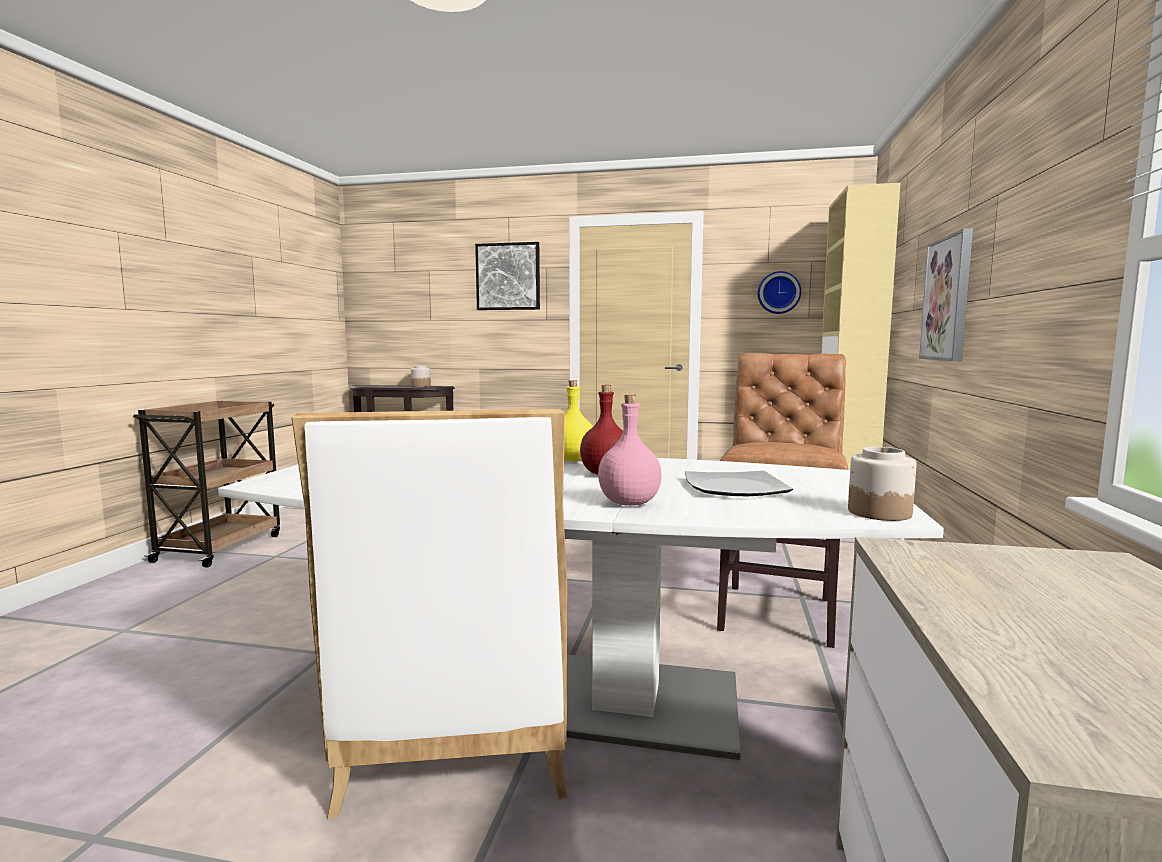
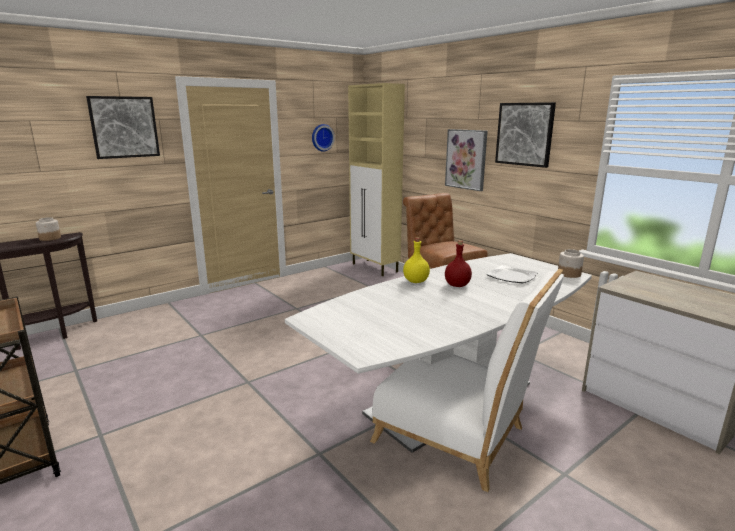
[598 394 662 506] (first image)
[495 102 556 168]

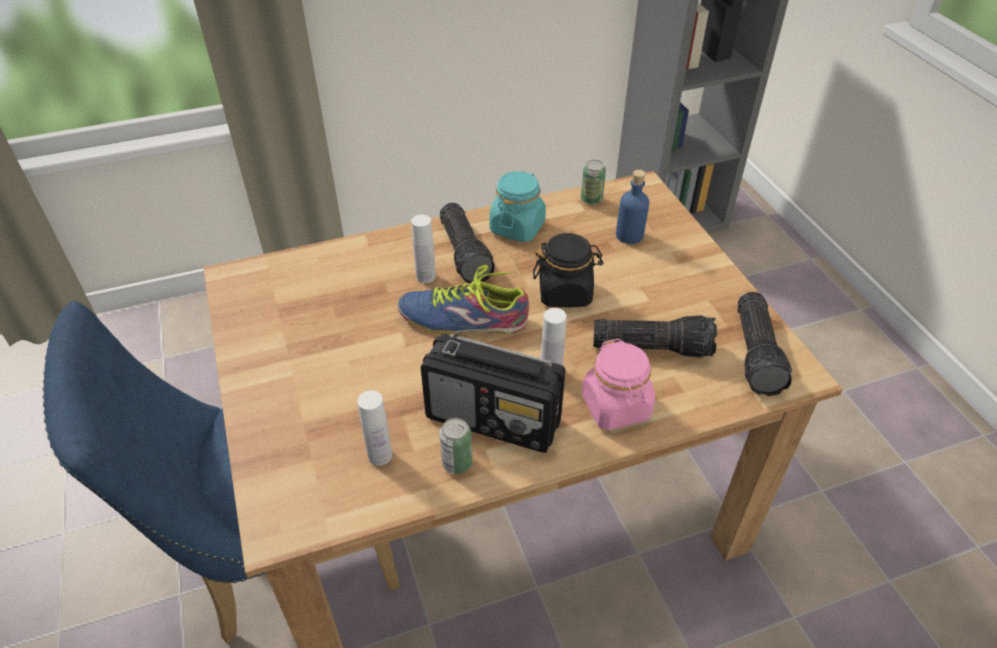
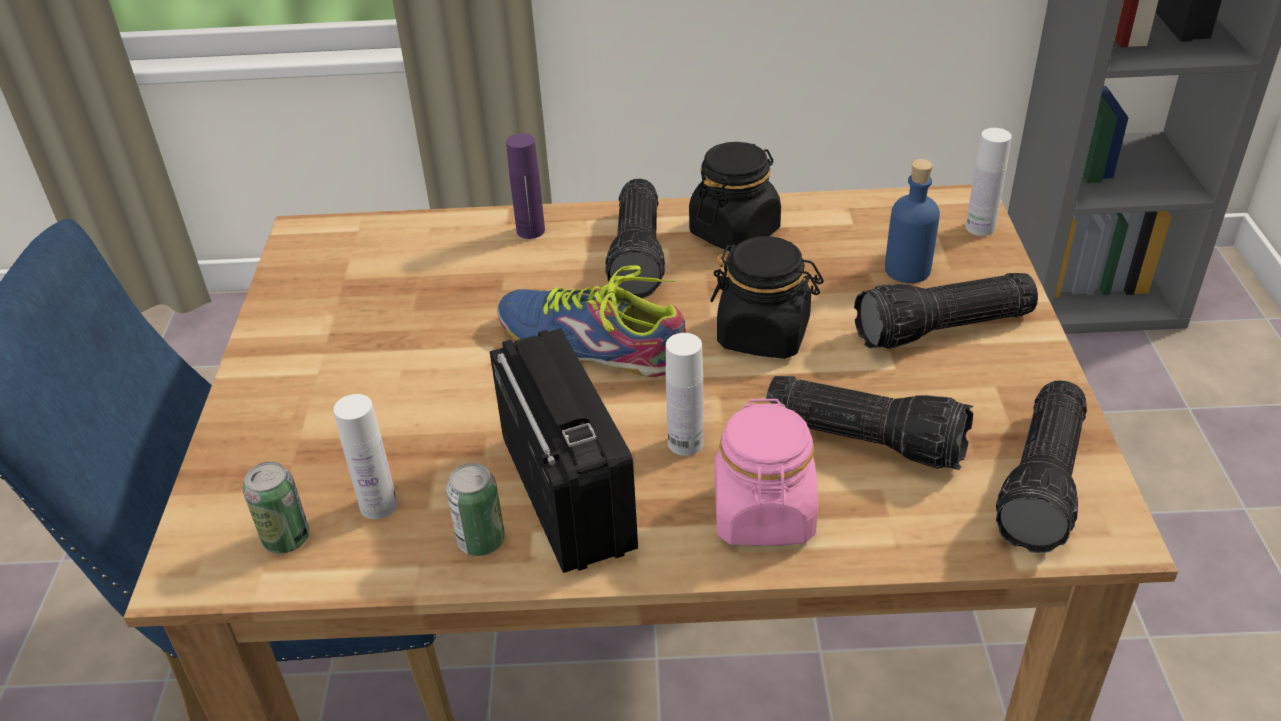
[506 133 545 239]
[854 273 1038 349]
[965 128 1012 236]
[243 462 310 554]
[689 142 781 251]
[490 328 638 573]

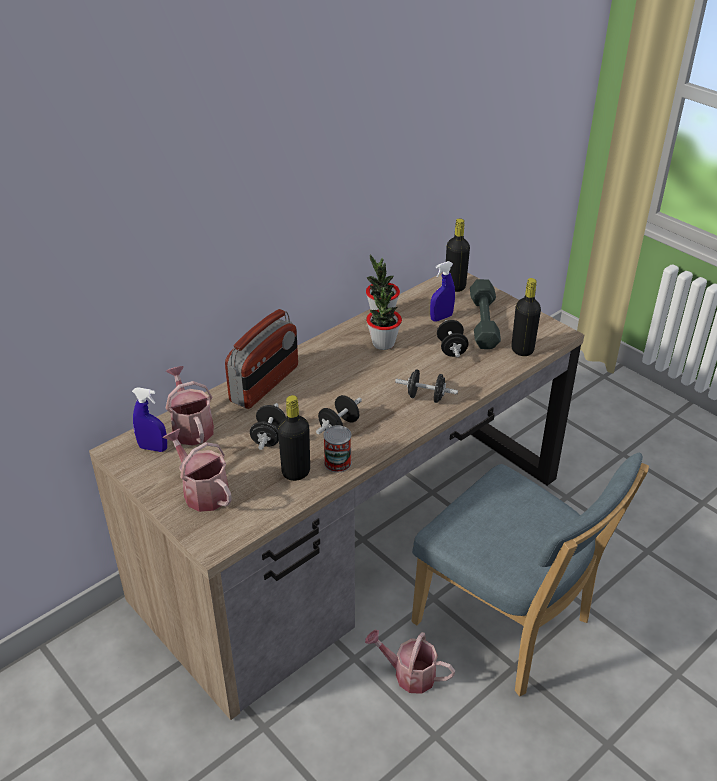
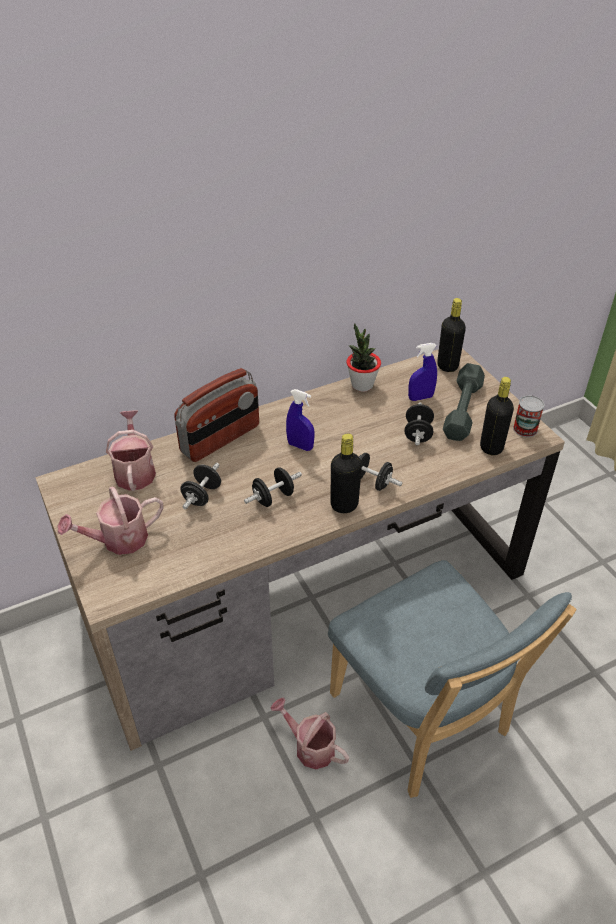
[366 287 402 350] (first image)
[286 389 315 451]
[331 434 362 513]
[513 396 545 437]
[58 487 164 555]

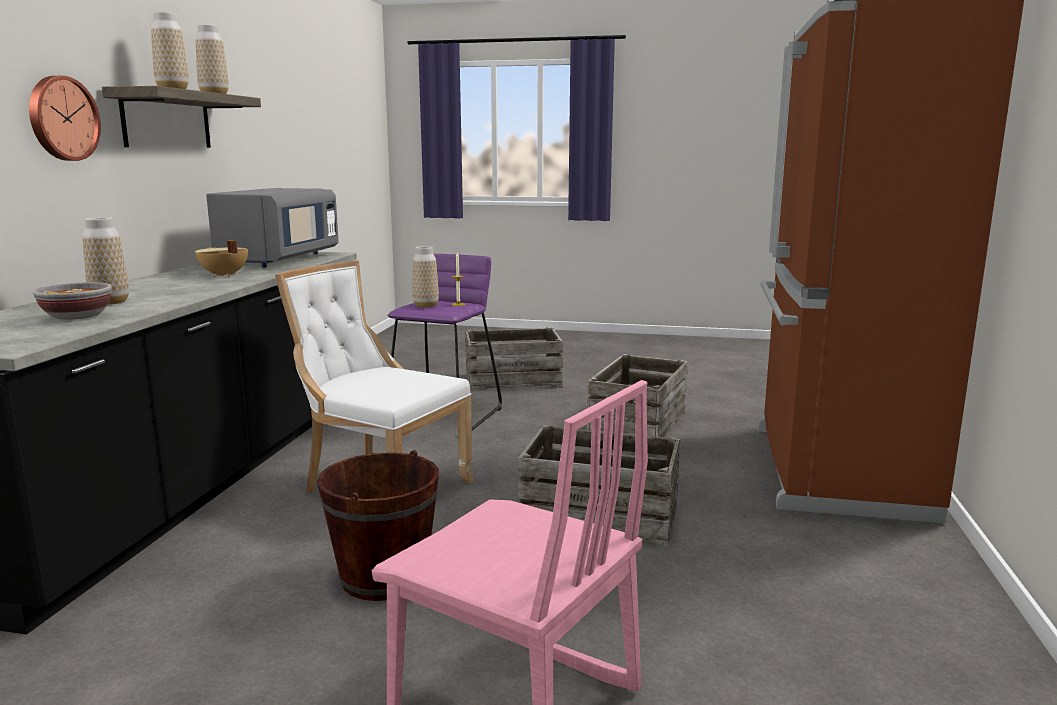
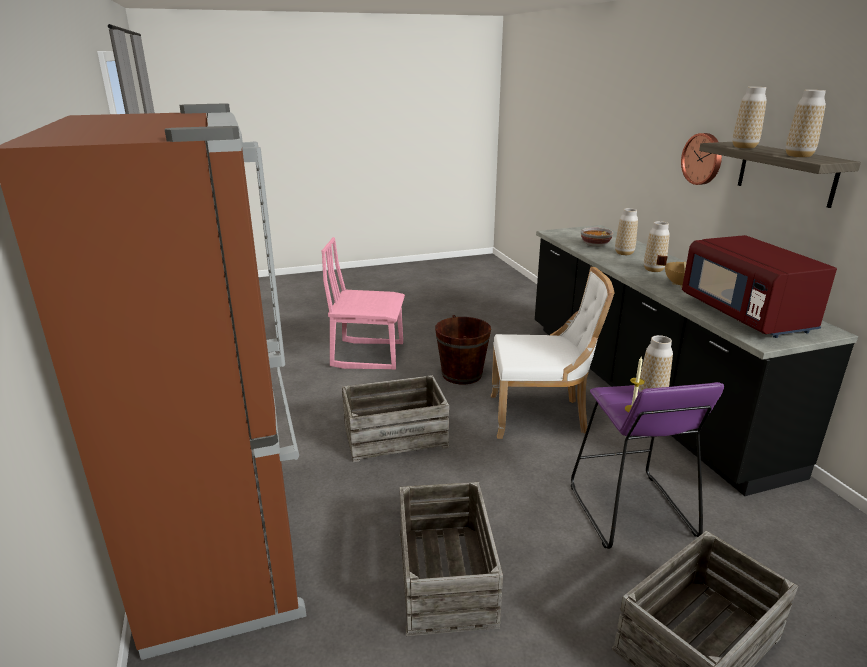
[644 221 670 272]
[682 235 837 338]

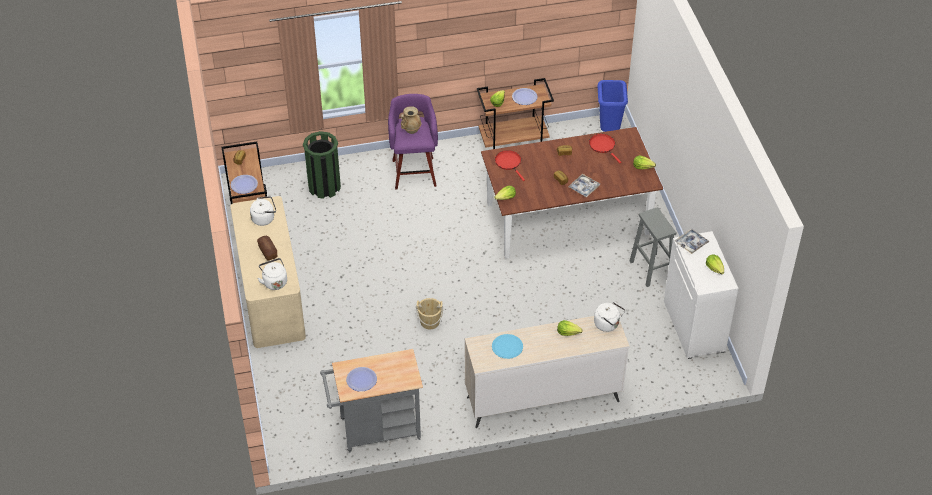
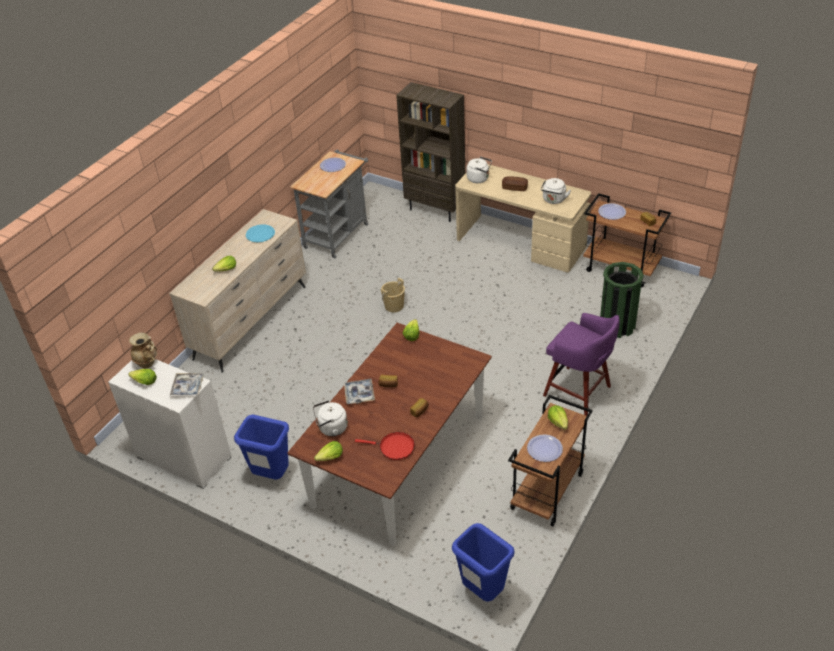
[495 150 525 181] (first image)
[396 82 465 222]
[129 332 157 368]
[313 400 348 436]
[234 415 289 480]

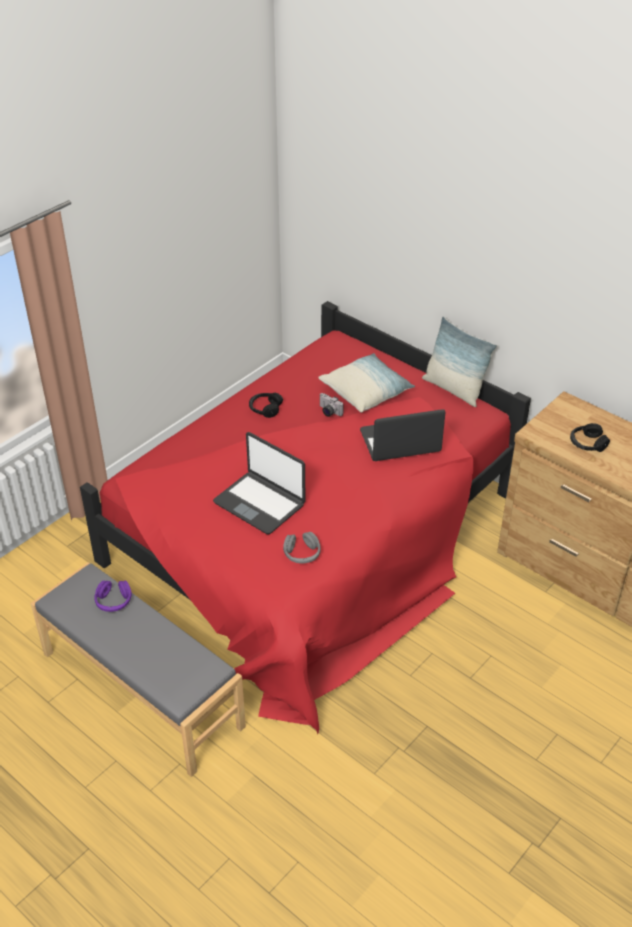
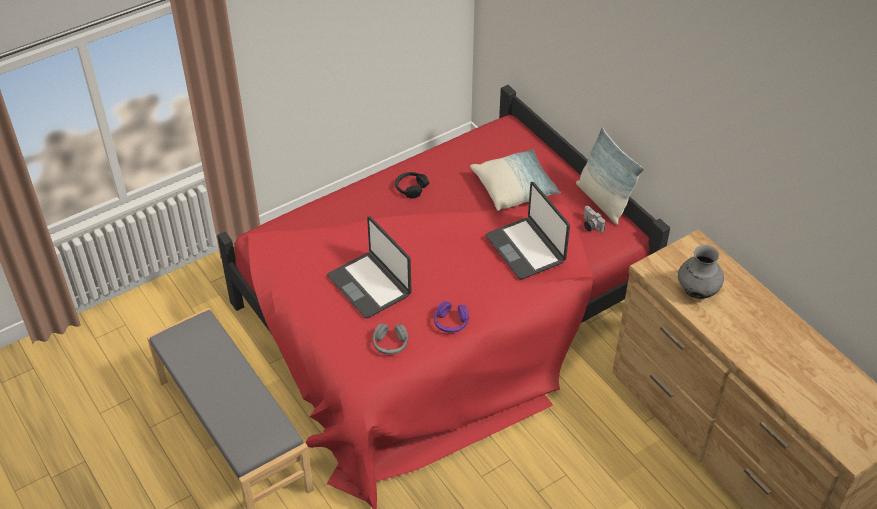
[434 301 469 333]
[583 206 606 233]
[678 245 724 299]
[486 182 570 280]

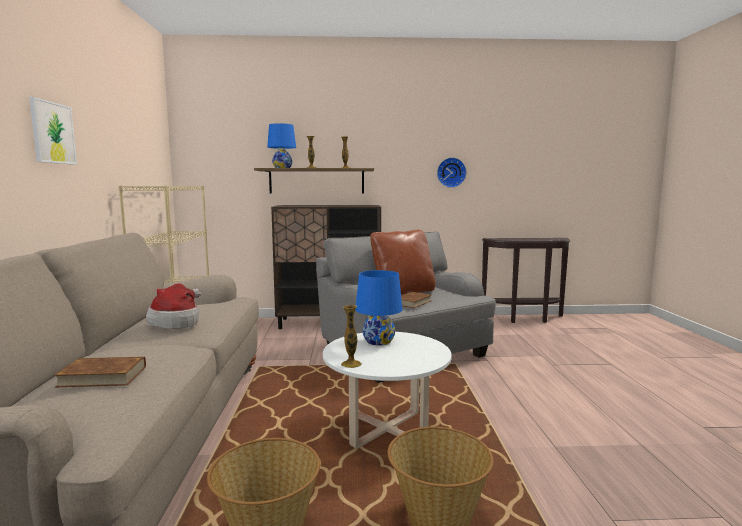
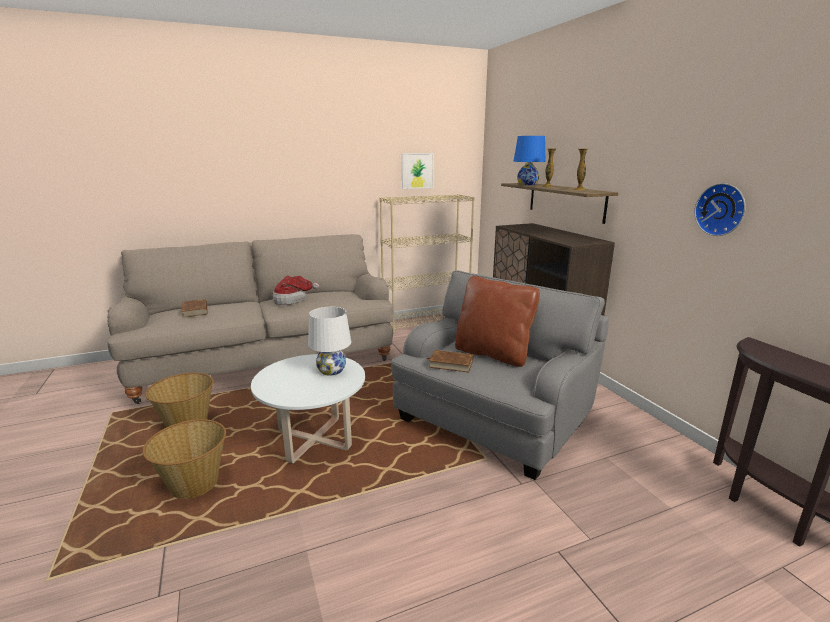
[341 305 362 368] (first image)
[402 153 434 189]
[308 307 351 376]

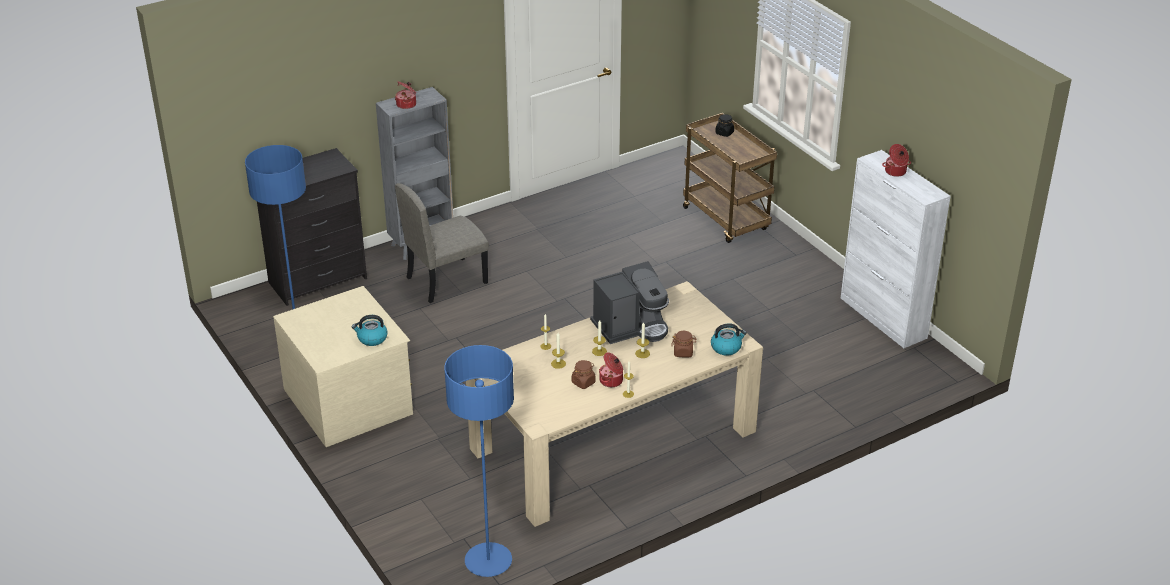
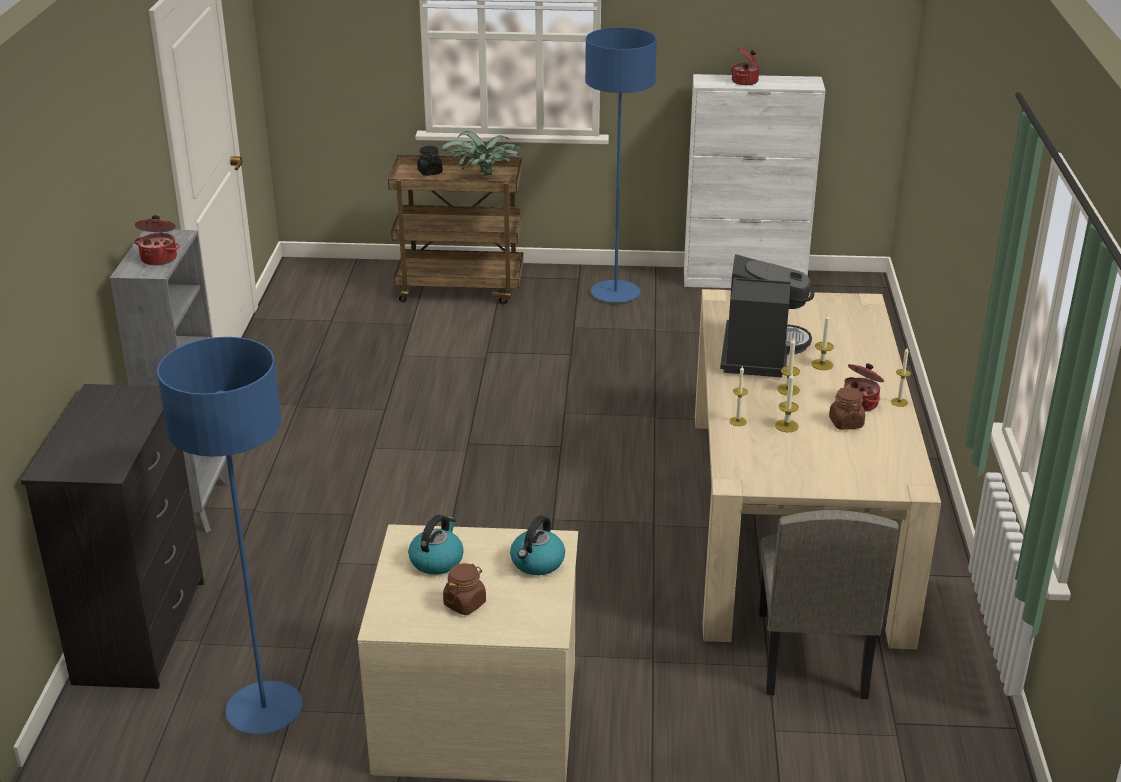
[441 131 521 178]
[759 510 899 699]
[585 27 657 303]
[443 563 486 615]
[408 515 464 575]

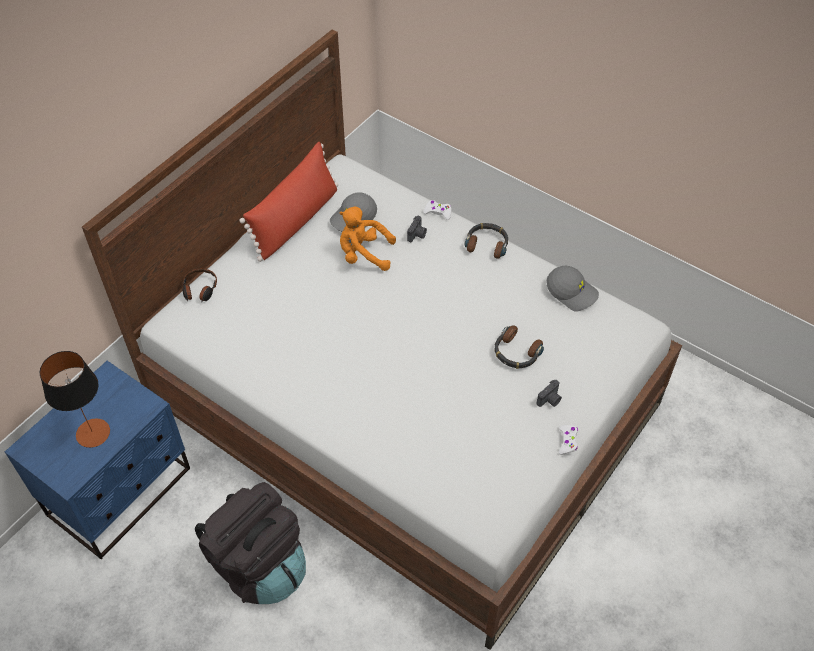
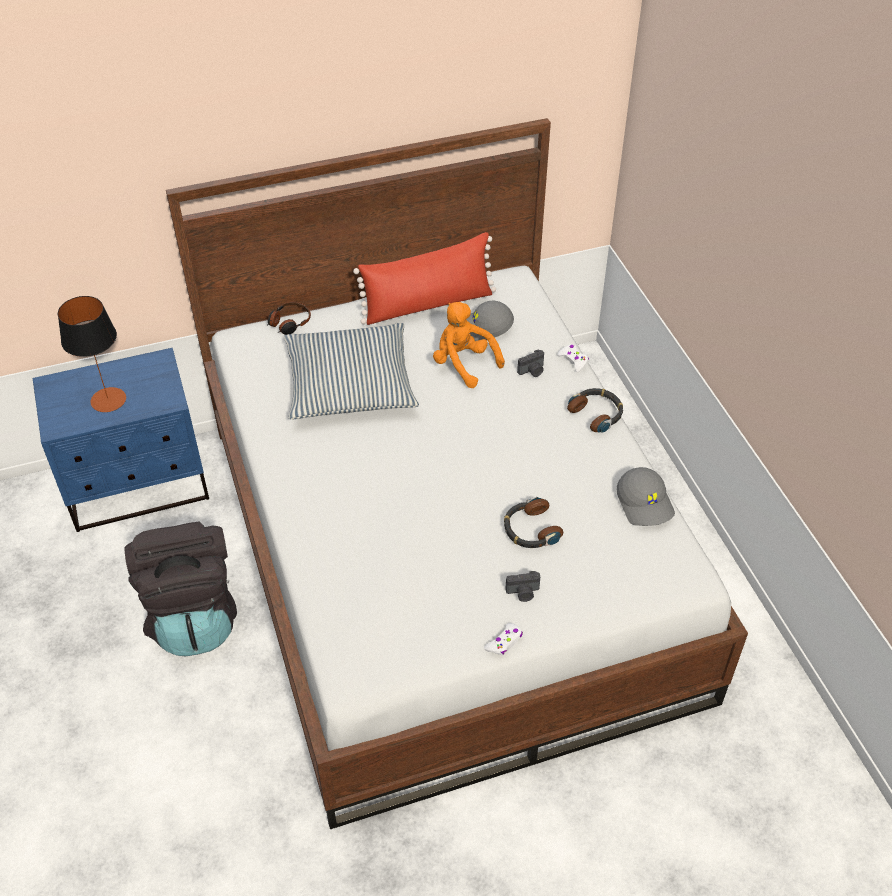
[284 323 419 419]

